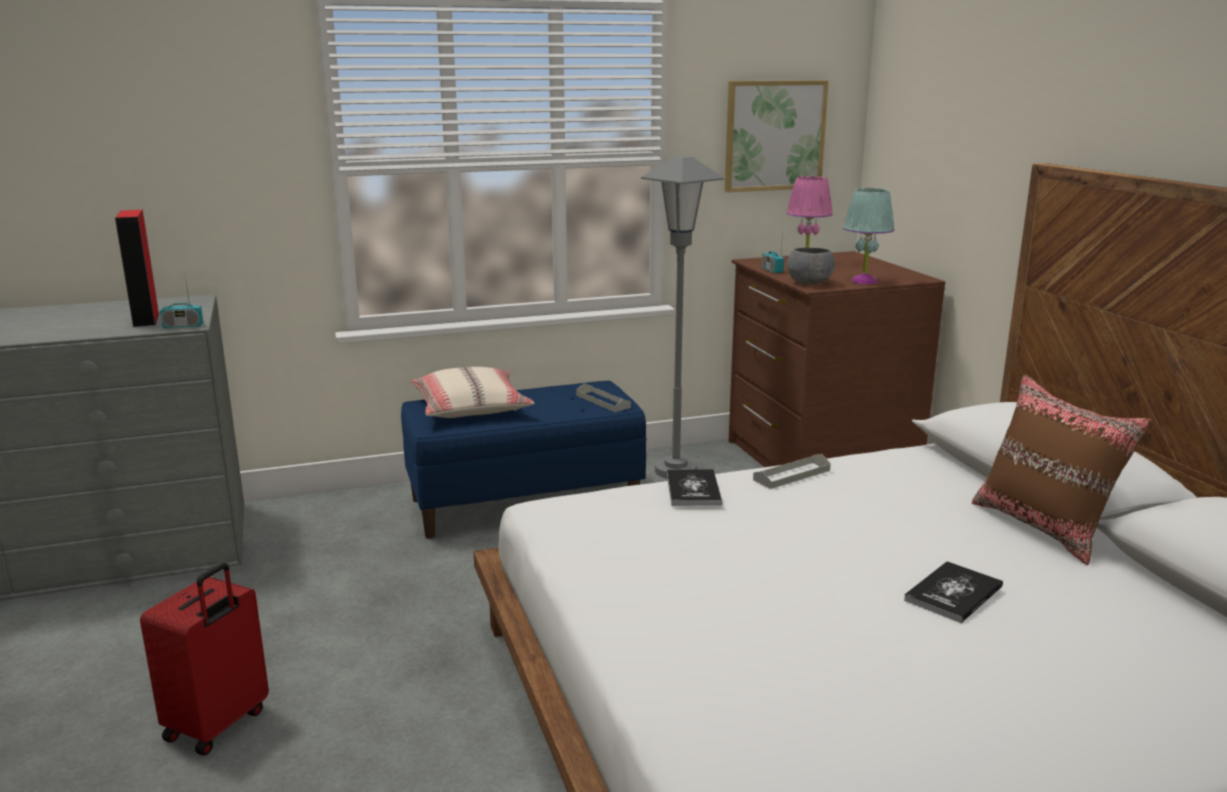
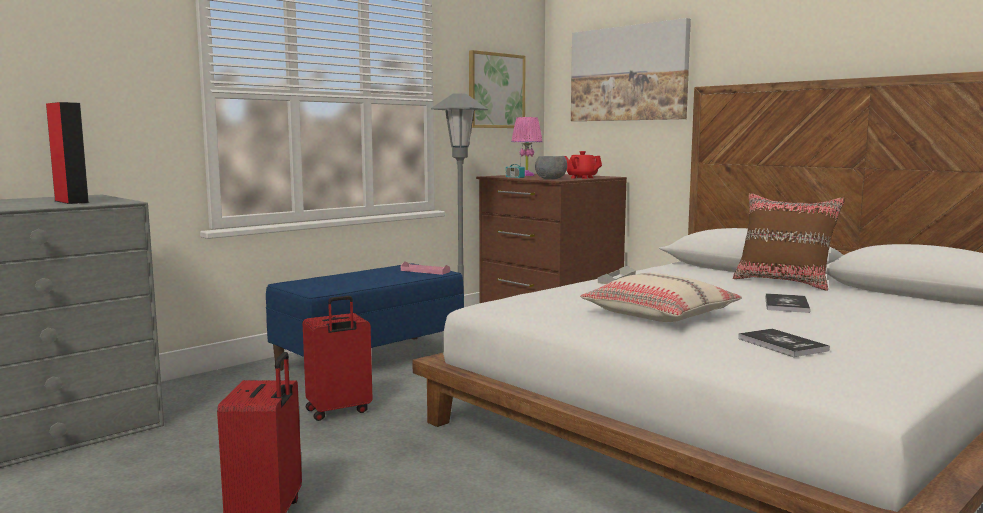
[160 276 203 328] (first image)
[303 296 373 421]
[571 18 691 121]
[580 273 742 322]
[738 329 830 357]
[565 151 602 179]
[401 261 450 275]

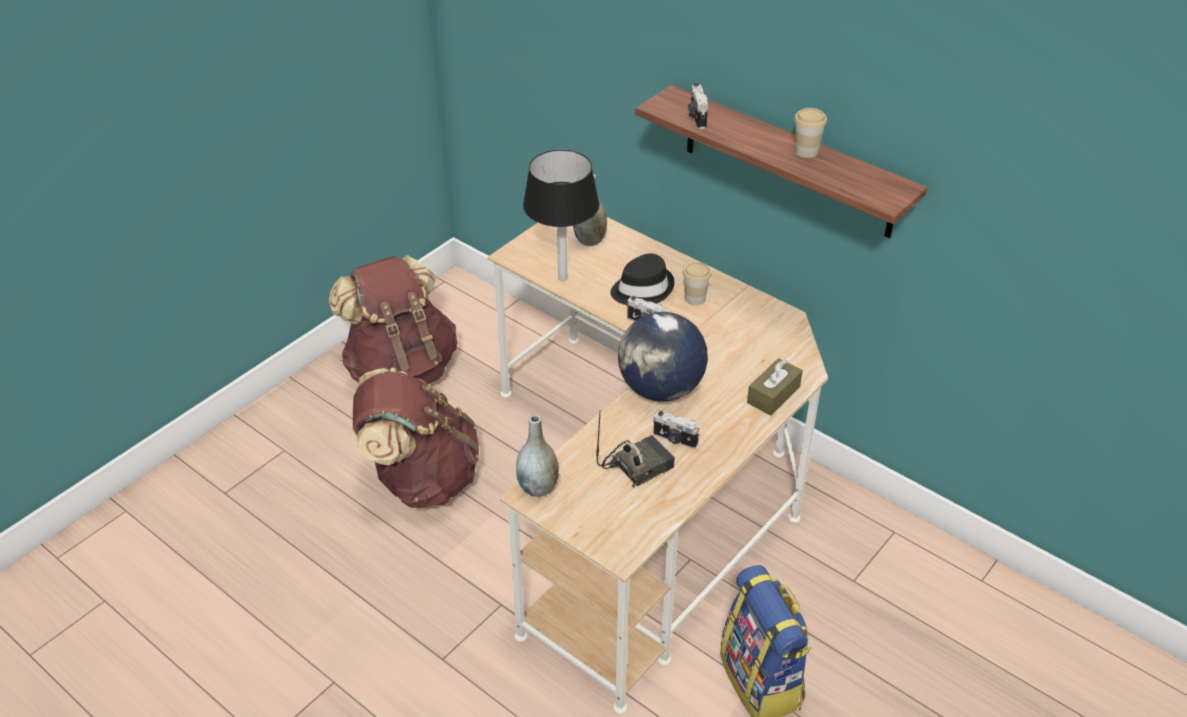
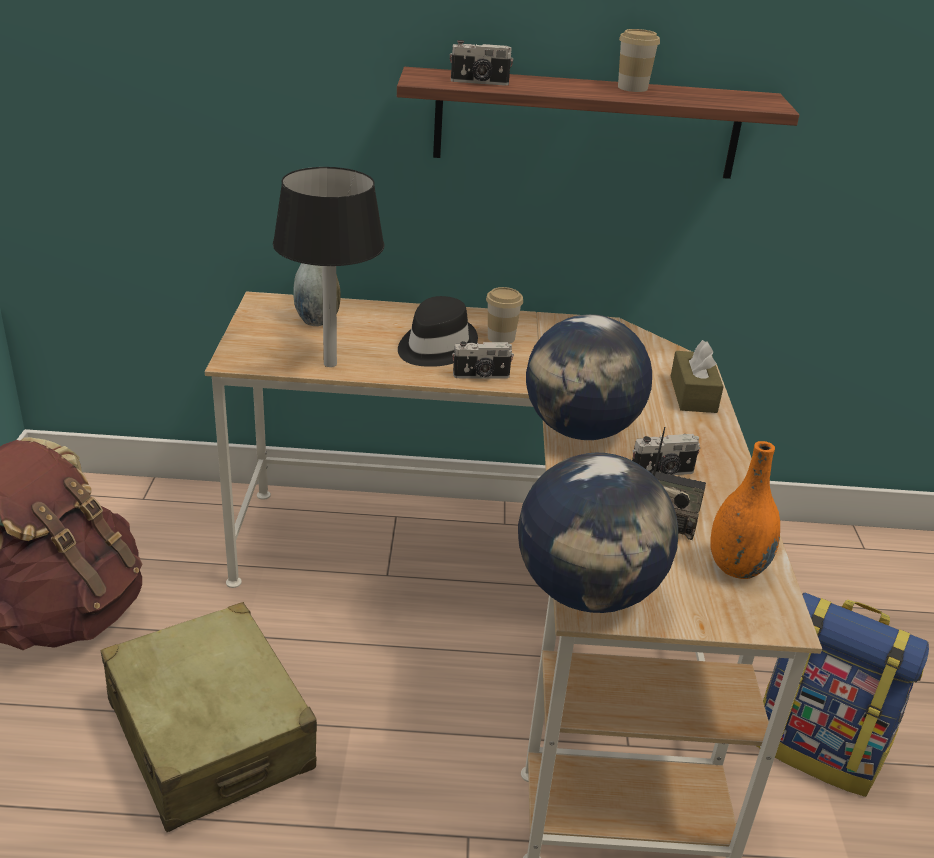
[710 441 780 579]
[100 602 317 832]
[518 453 678 613]
[450 40 513 86]

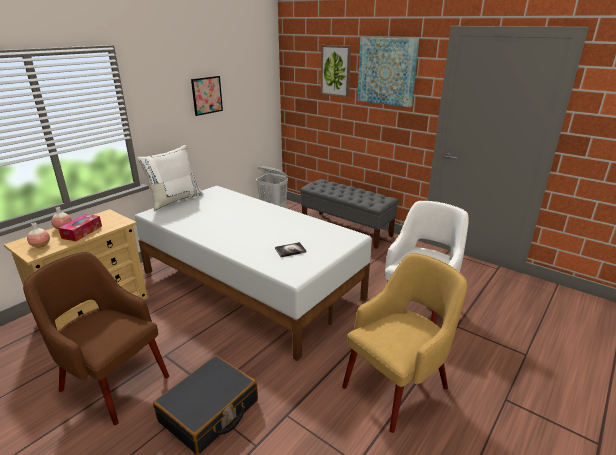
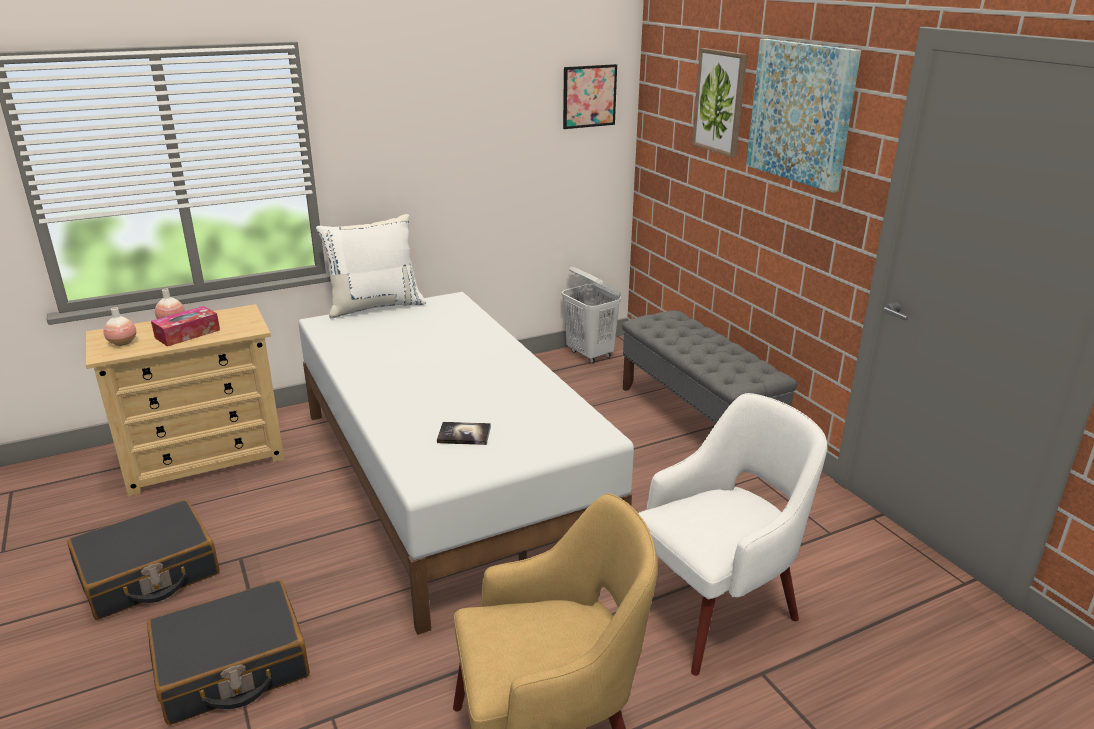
[563 64 617 129]
[67 500 220 620]

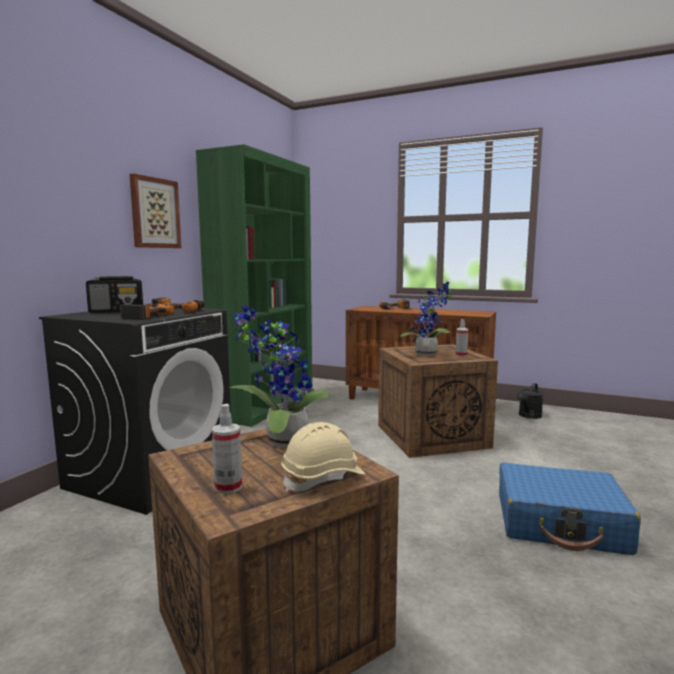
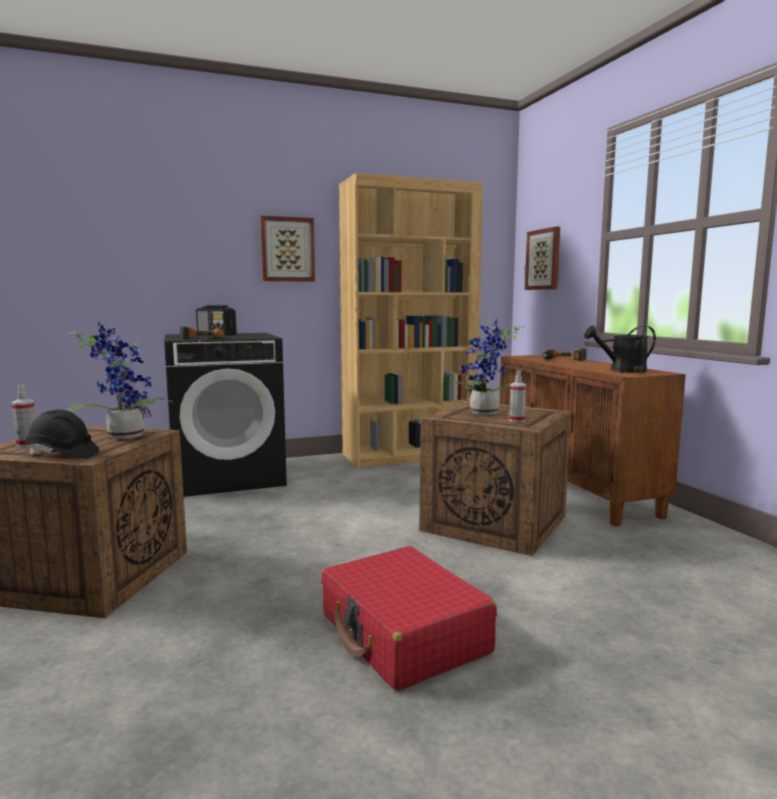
[152 297 205 312] (first image)
[525 227 560 290]
[584 325 656 373]
[339 173 483 468]
[25 409 99 458]
[321 546 497 691]

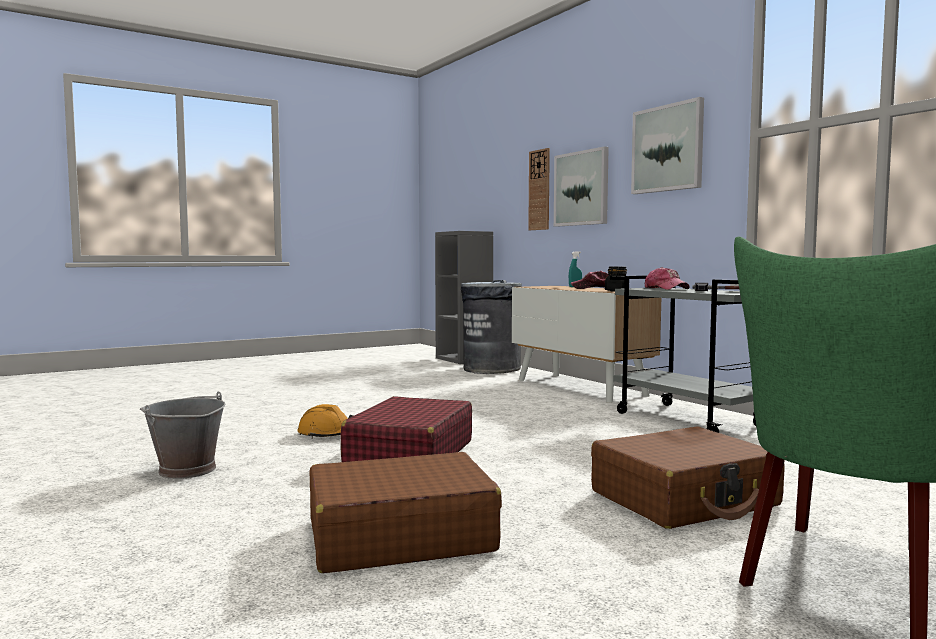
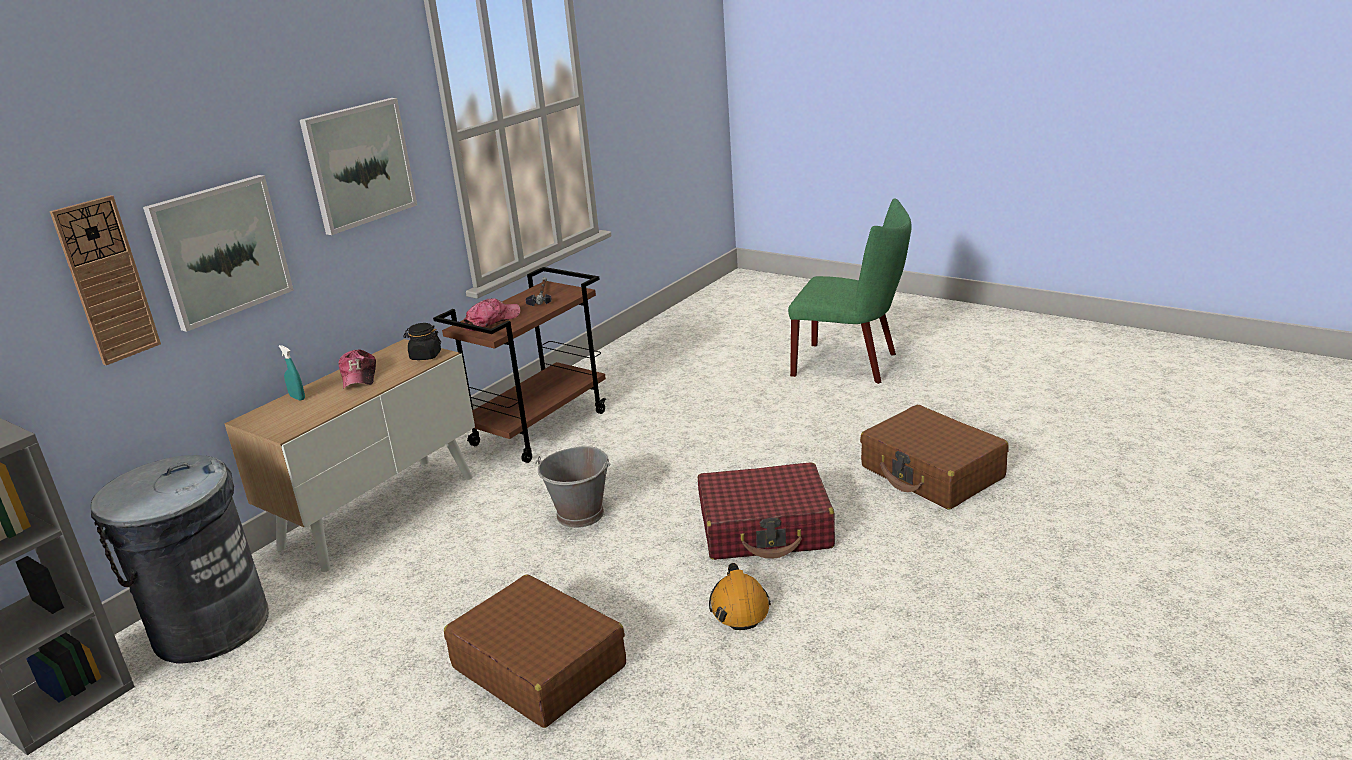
[535 446 610 528]
[444 575 626 728]
[433 267 606 463]

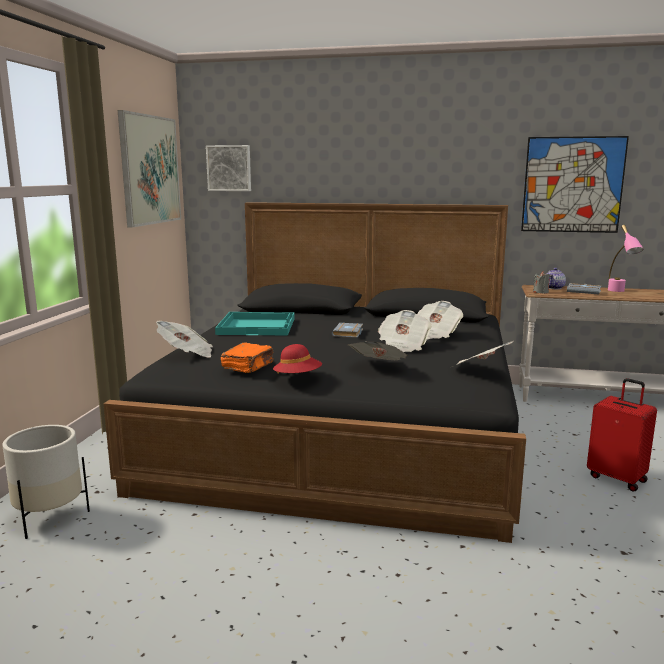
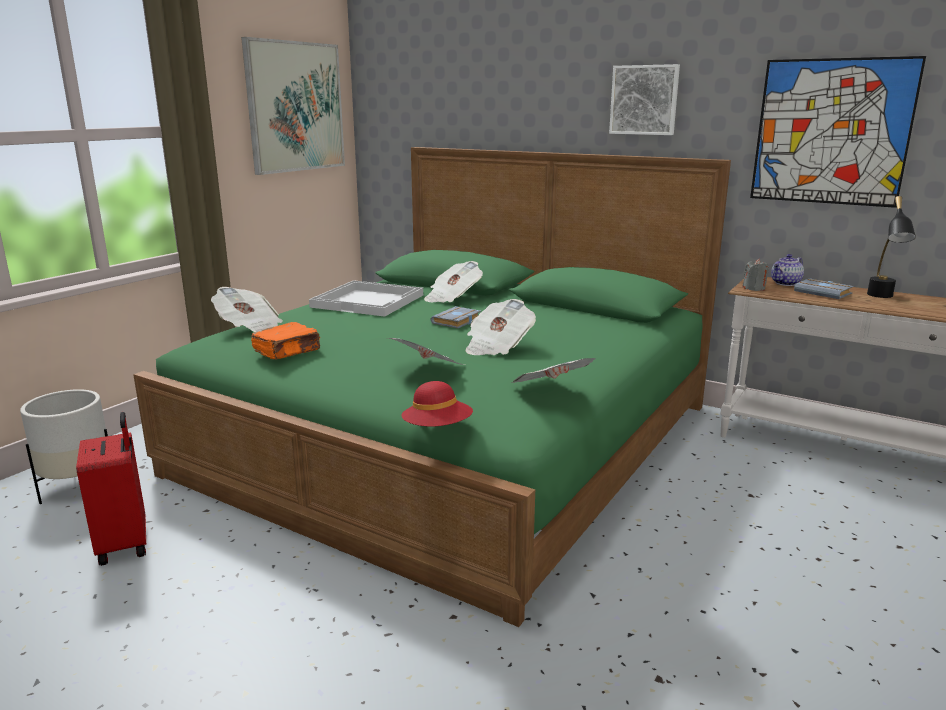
[609 64 680 135]
[401 381 473 427]
[424 261 483 303]
[76 412 146 566]
[133 147 731 627]
[309 280 423 317]
[867 196 916 298]

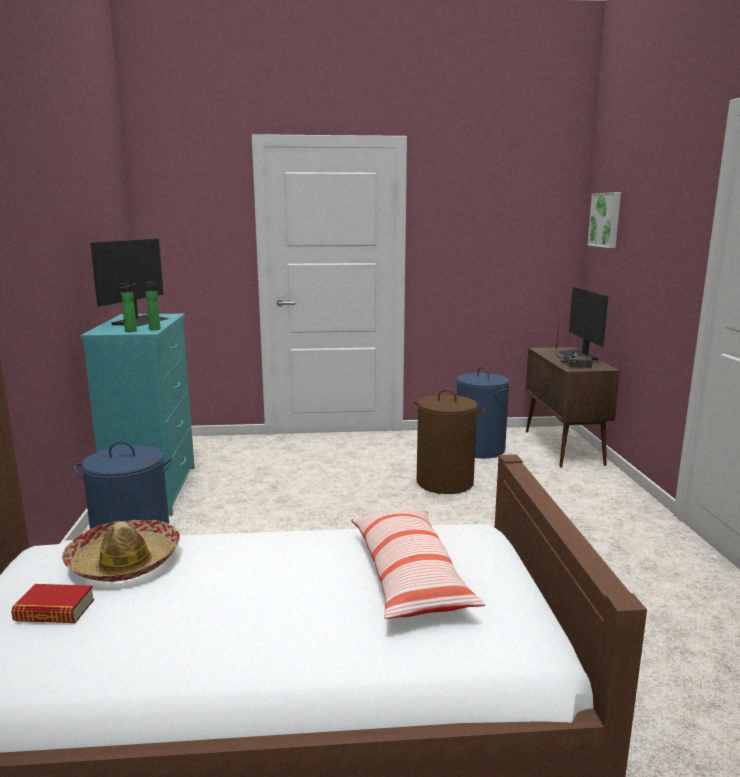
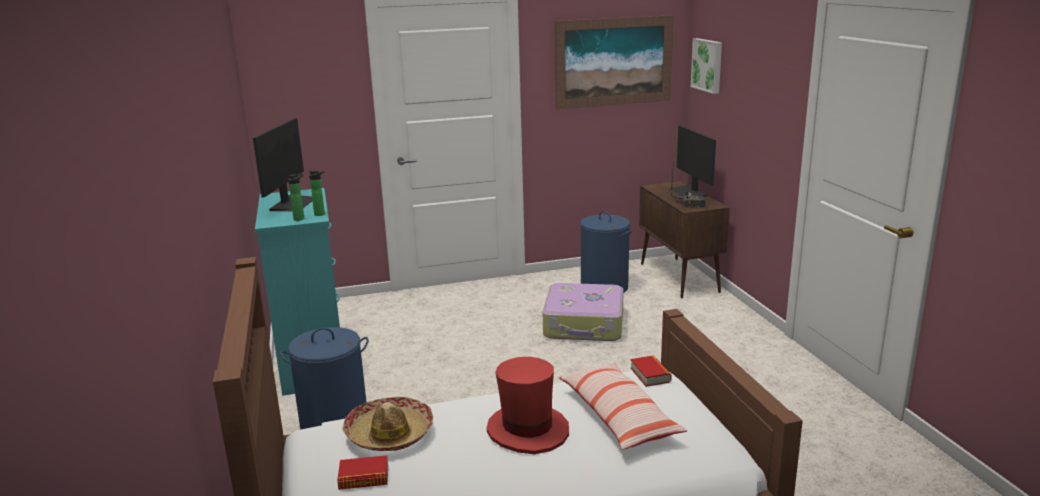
[487 357 569 454]
[554 15 674 109]
[630 356 672 387]
[543 283 624 341]

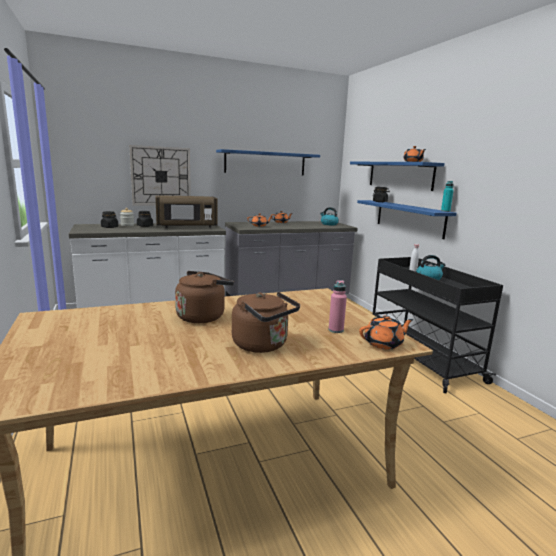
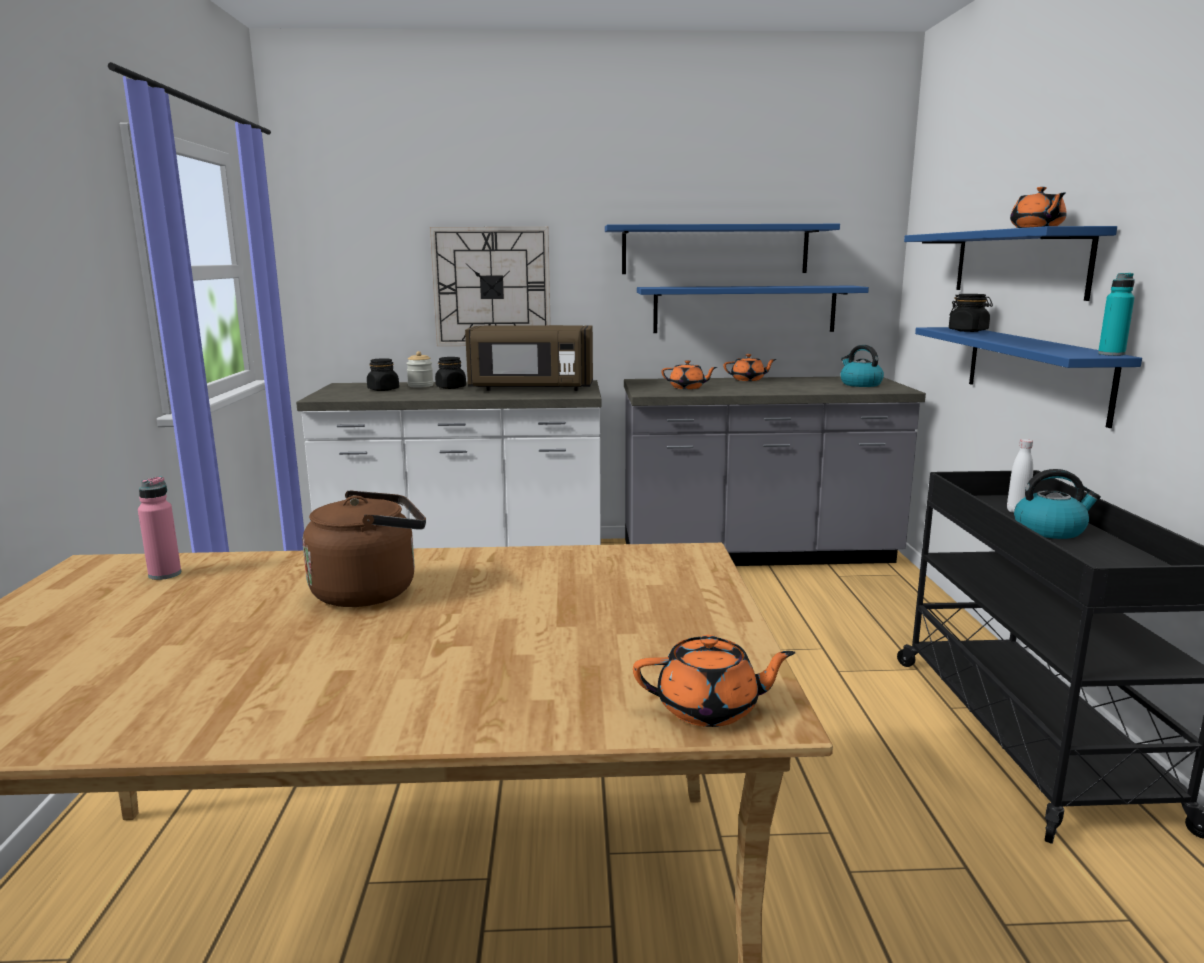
[232 291 300 353] (first image)
[637 286 869 333]
[138 476 181 580]

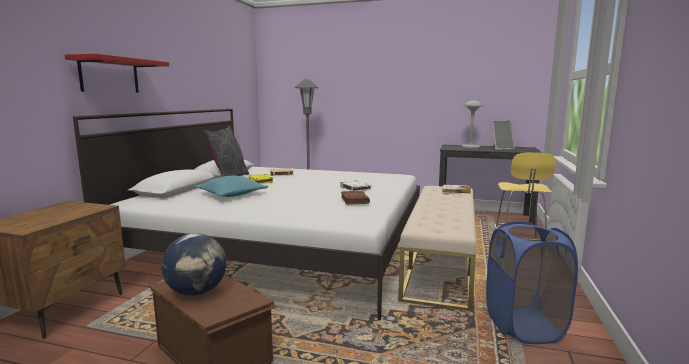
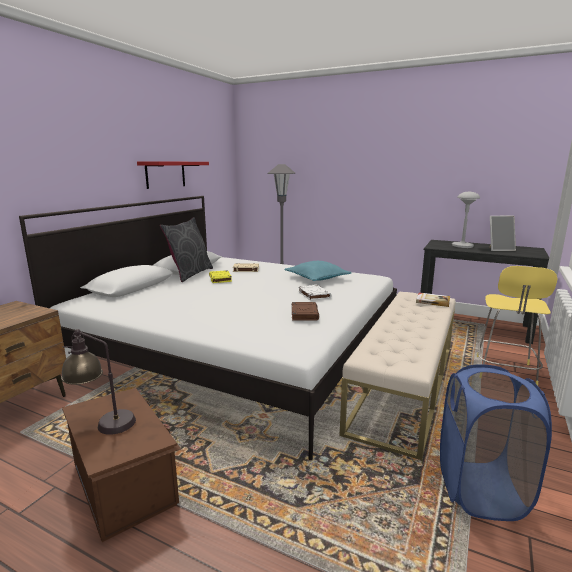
[137 161 209 189]
[284 261 352 281]
[61 329 136 435]

